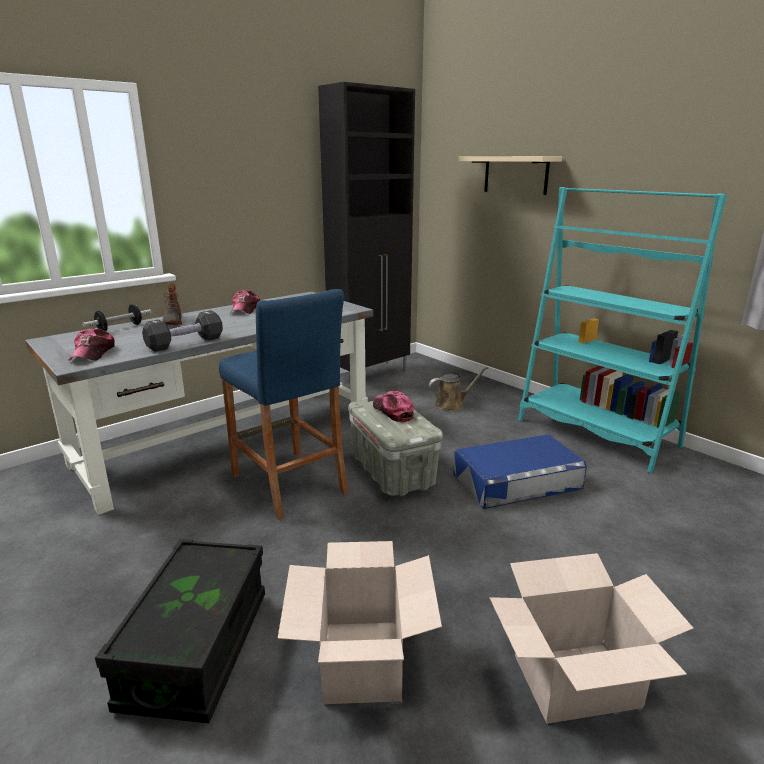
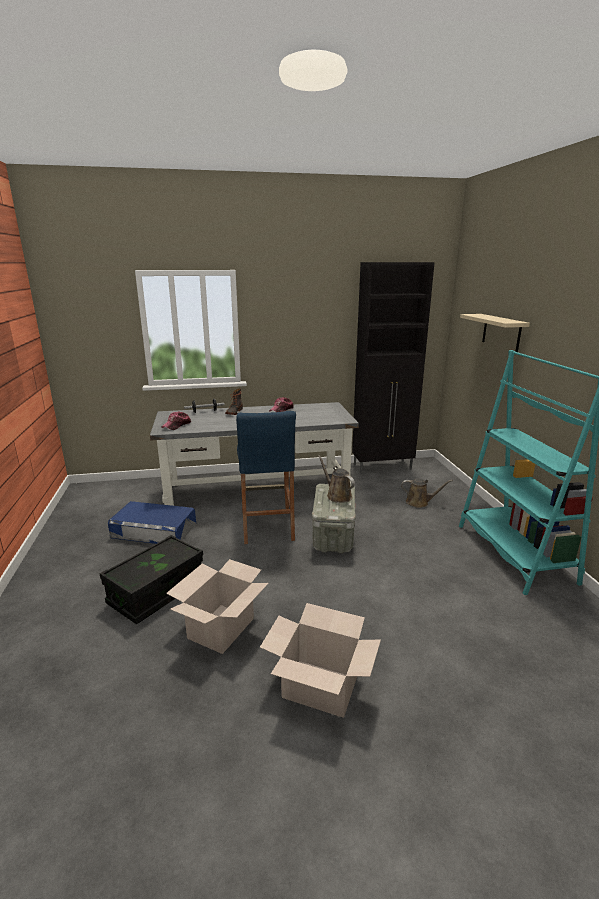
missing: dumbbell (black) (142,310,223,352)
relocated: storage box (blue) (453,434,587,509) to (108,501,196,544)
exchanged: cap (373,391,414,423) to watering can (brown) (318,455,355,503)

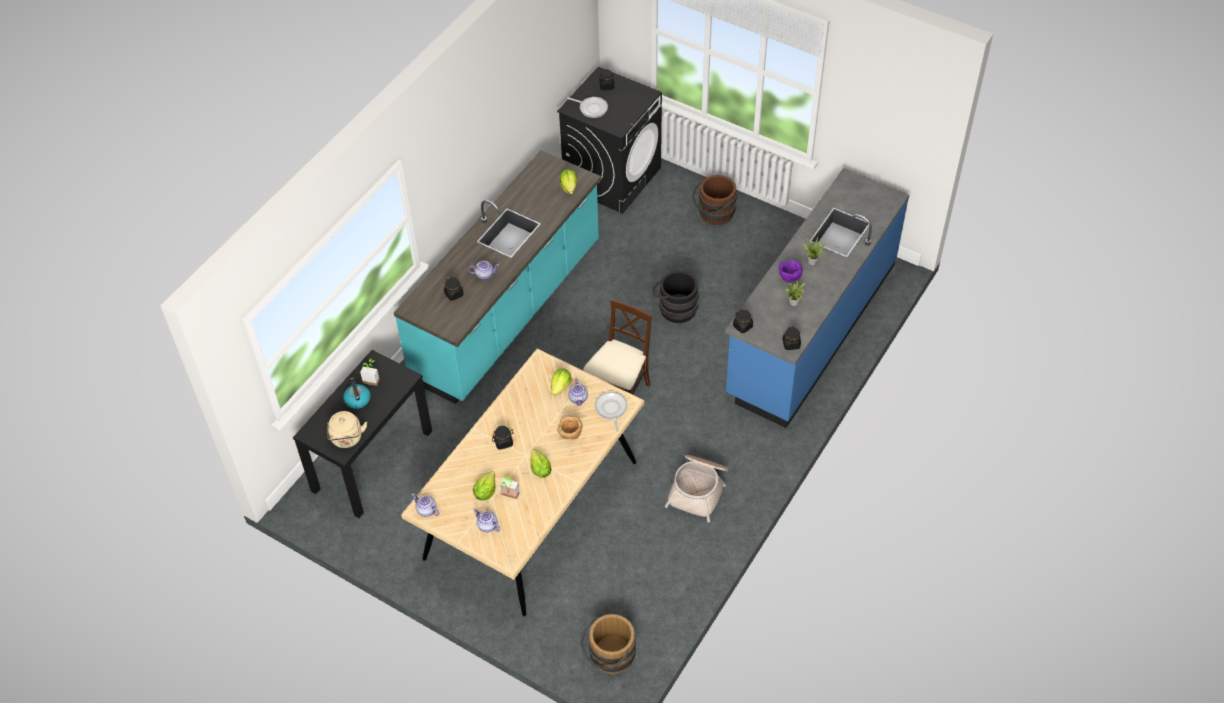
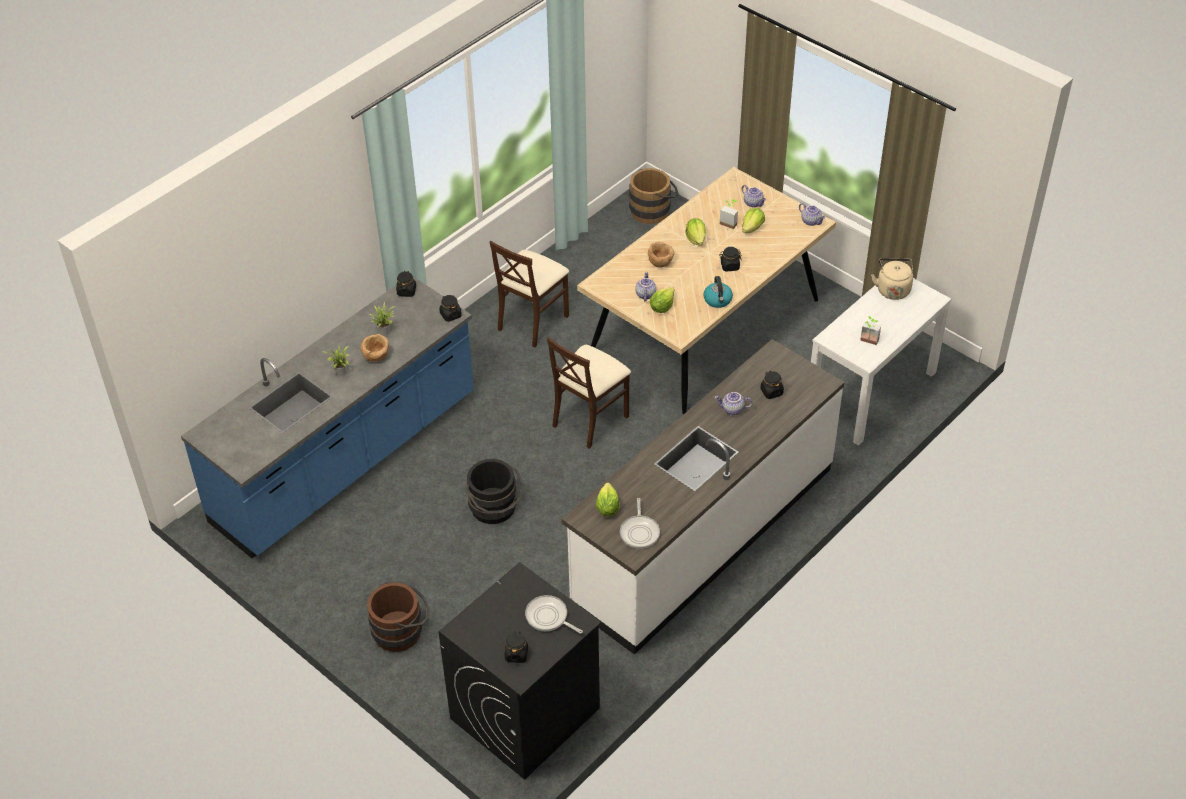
relocated: kettle (343,378,371,409) to (704,276,733,308); frying pan (595,392,627,432) to (620,498,660,549)
exchanged: basket (665,455,728,523) to chair (beige) (489,241,569,347)
colour: counter (turquoise) (394,150,601,404) to counter (white) (561,339,845,655); bowl (purple) (779,260,803,282) to bowl (brown) (360,334,389,362); console table (black) (293,350,432,518) to console table (white) (811,278,951,446)

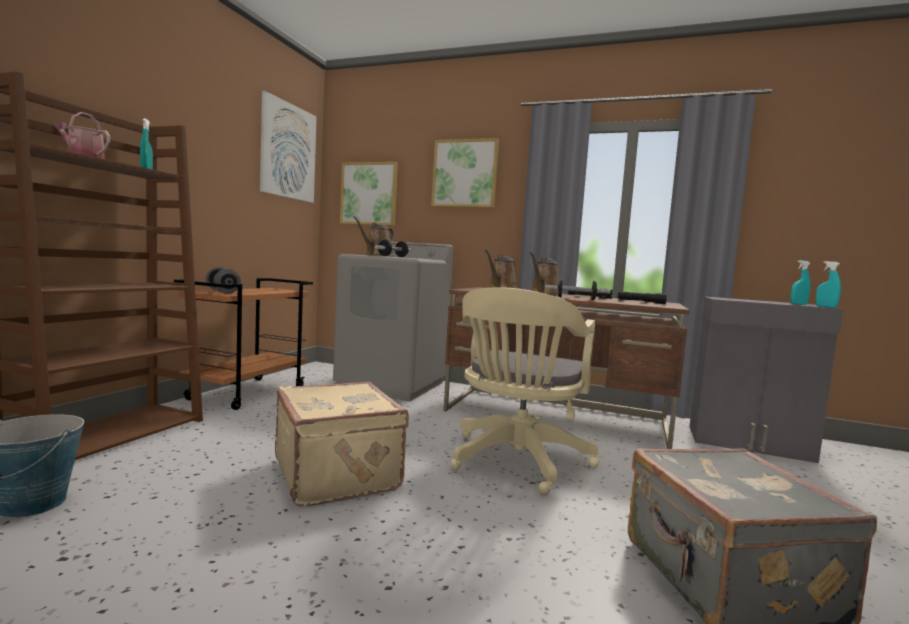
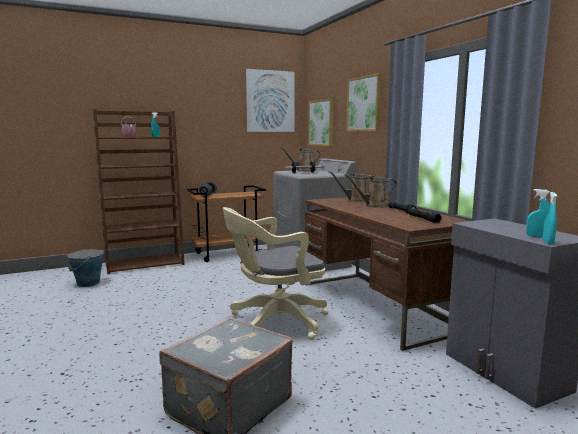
missing: dumbbell (545,278,610,300); suitcase (beige) (275,382,409,506)

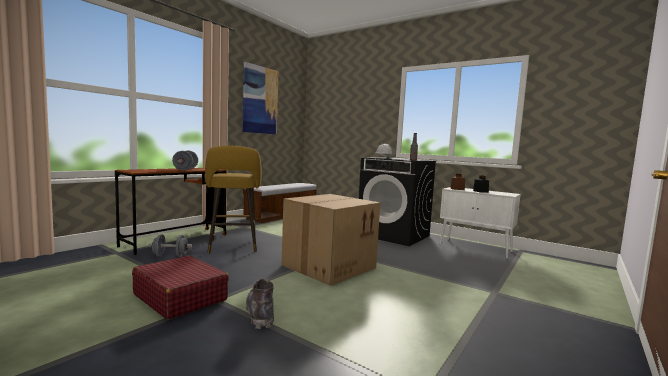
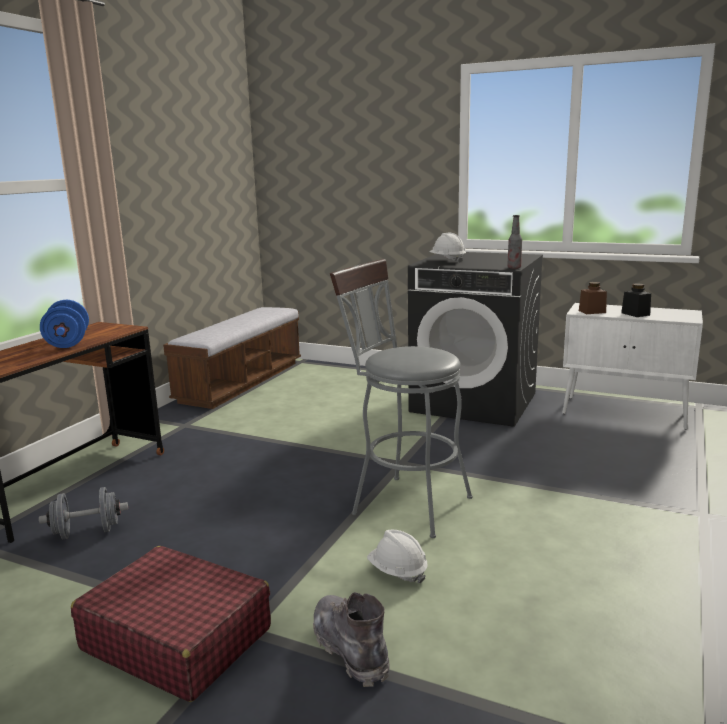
missing: picture (243,62,279,135); stool (yellow) (205,146,262,253)
appeared: hard hat (white) (367,530,428,584)
exchanged: cardboard box (281,194,380,286) to stool (grey) (330,259,473,538)
colour: dumbbell (grey) (172,151,198,171) to dumbbell (blue) (40,300,89,348)

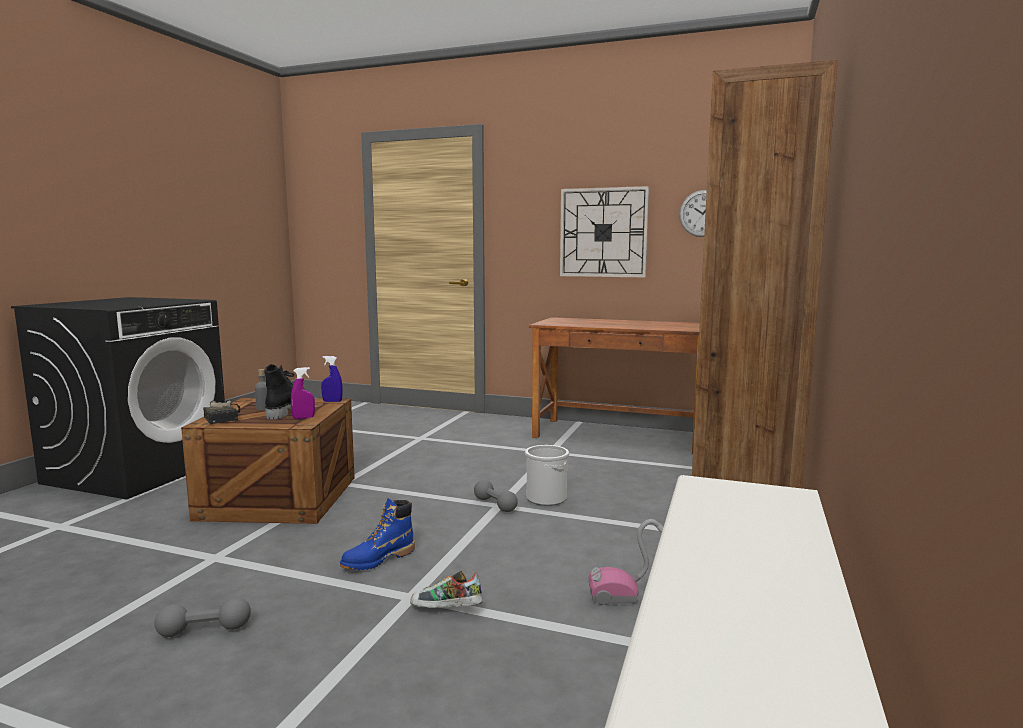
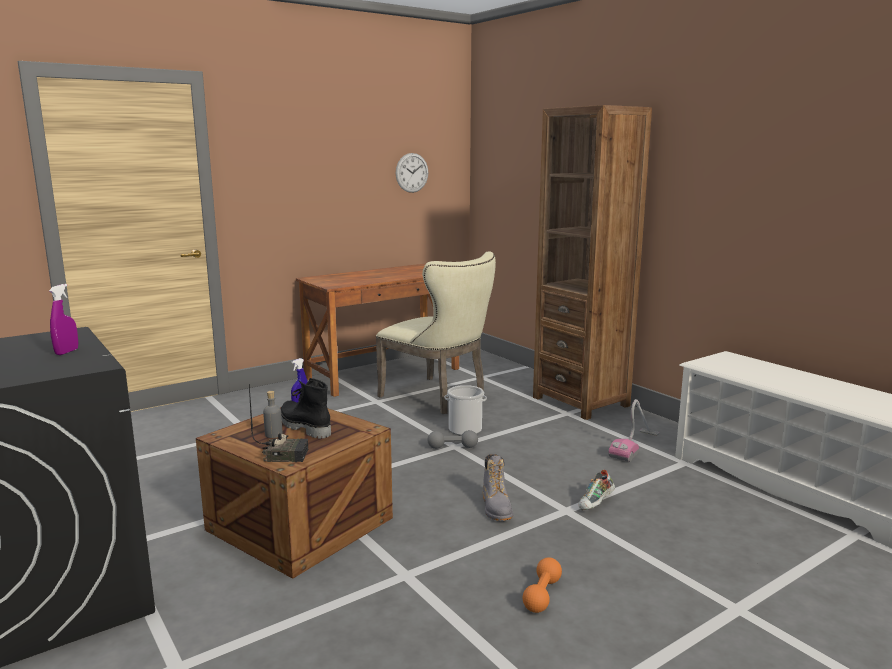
missing: wall clock (560,186,649,277)
appeared: chair (beige) (376,251,496,414)
relocated: spray bottle (purple) (291,367,315,419) to (49,284,78,355)
colour: boot (blue) (340,498,415,570) to boot (grey) (483,454,513,521); dumbbell (grey) (154,598,251,637) to dumbbell (orange) (523,557,562,613)

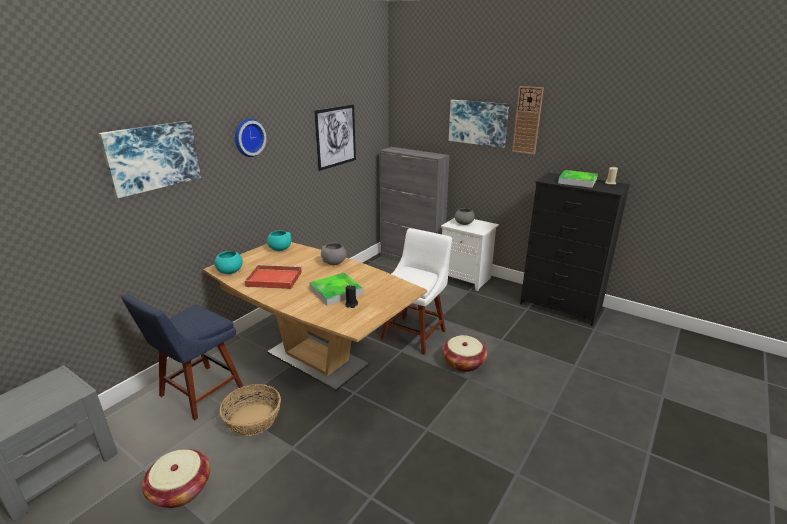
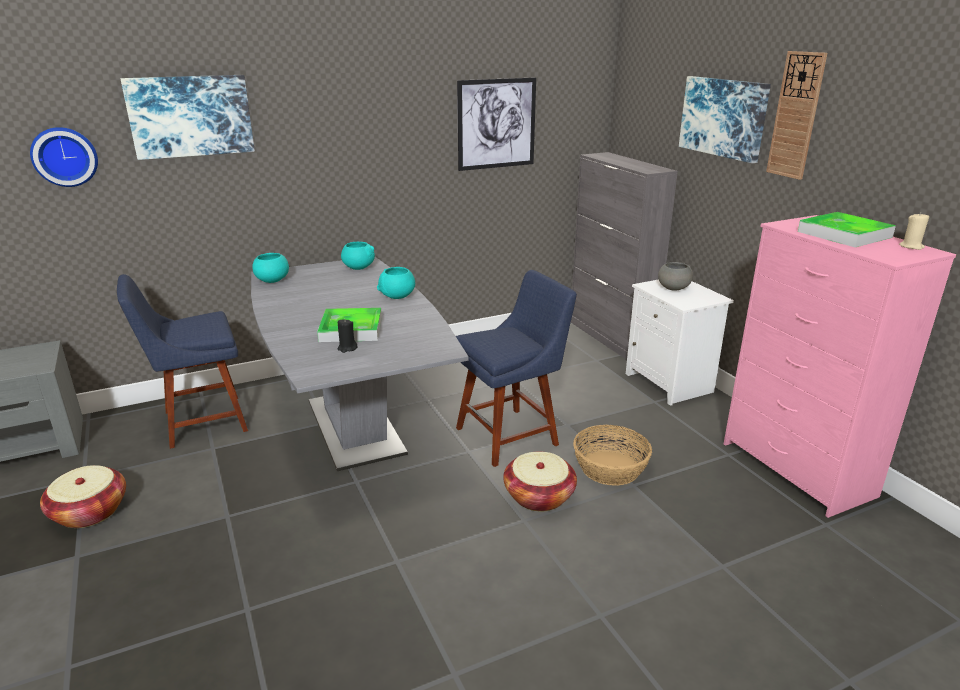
missing: tray (red) (245,264,302,289)
relocated: wall clock (235,119,266,157) to (30,127,98,187); basket (219,384,281,436) to (573,425,652,486)
colour: dresser (black) (520,173,630,326) to dresser (pink) (724,215,957,518); chair (white) (380,228,452,355) to chair (blue) (456,270,577,467); dining table (brown) (203,242,427,391) to dining table (grey) (251,257,468,471); bowl (grey) (321,243,346,265) to bowl (turquoise) (377,267,415,299)

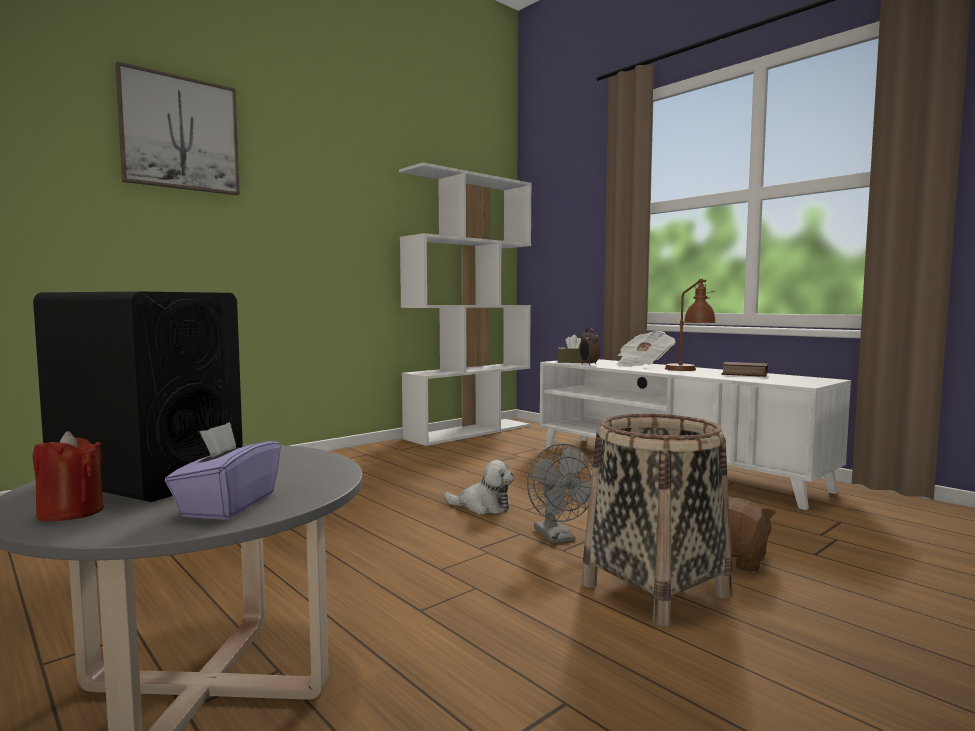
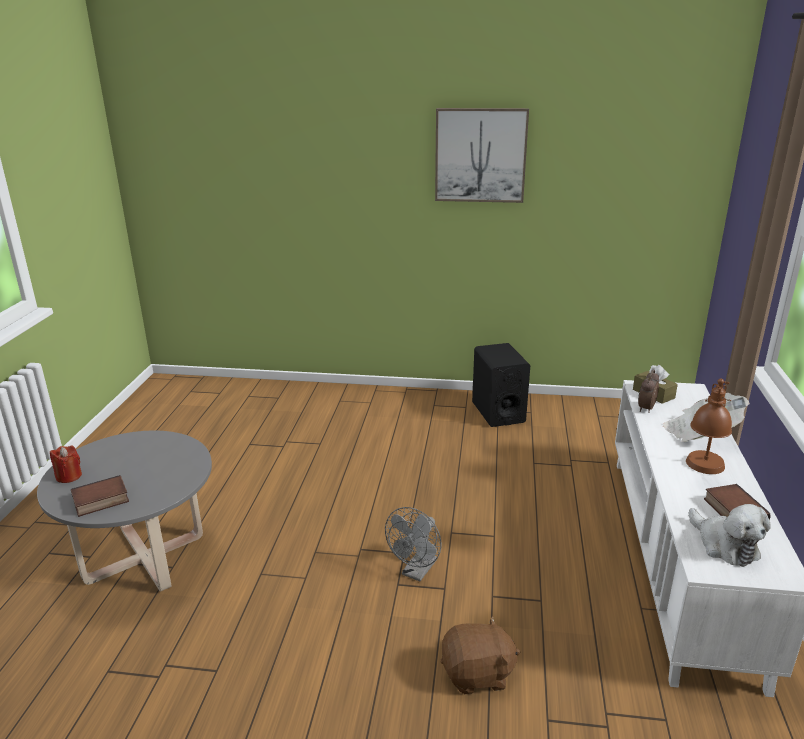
missing: bookcase (white) (399,162,532,446); basket (581,414,732,627)
relocated: picture (115,61,240,195) to (435,108,529,203); speaker (black) (33,292,243,502) to (472,343,530,427); plush toy (444,460,514,514) to (689,504,771,567)
exchanged: tissue box (purple) (165,422,281,520) to book (71,475,129,517)

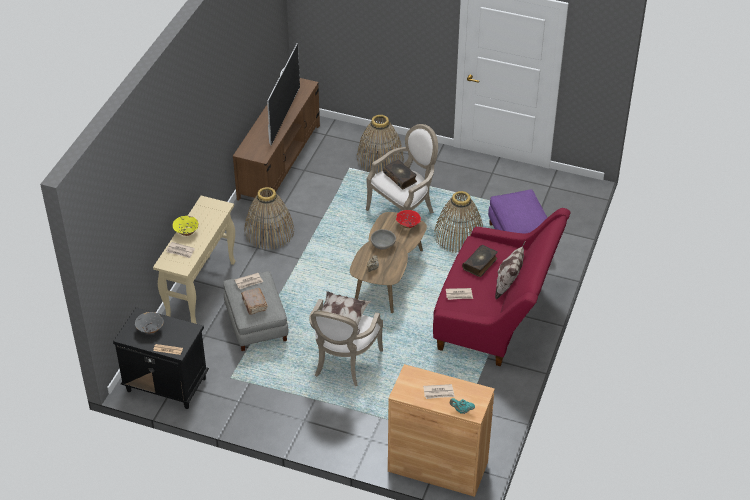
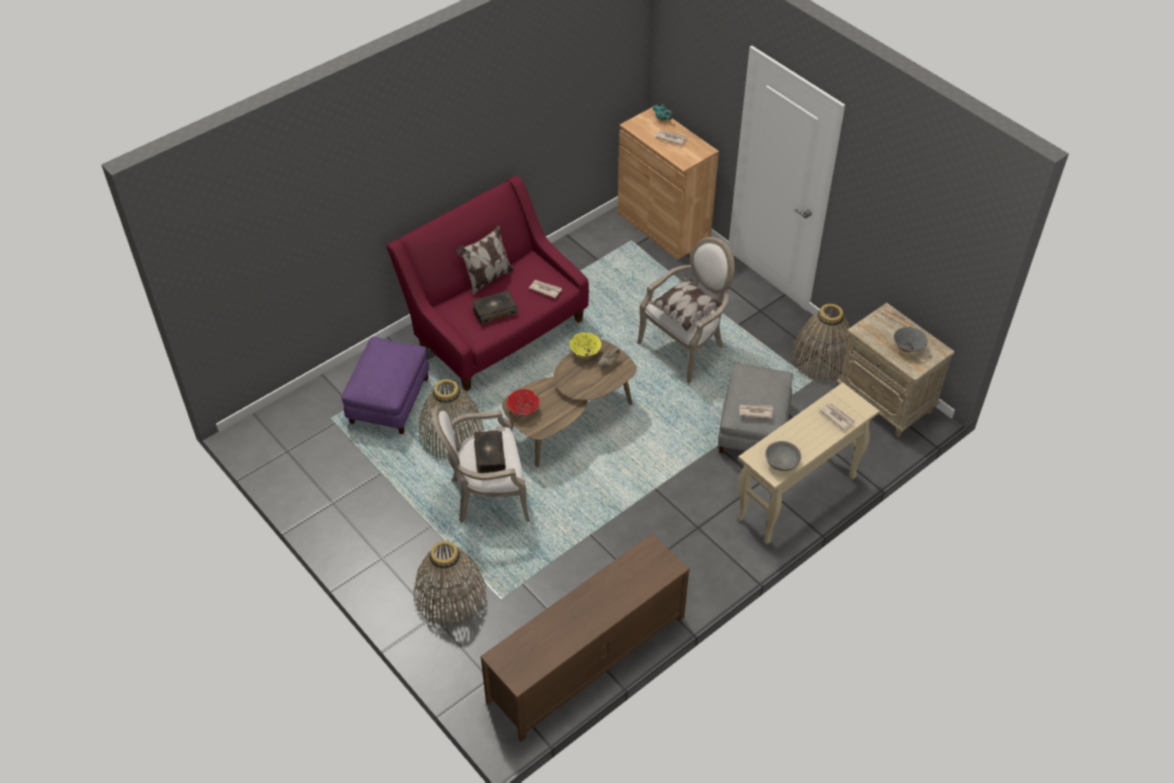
missing: television (267,43,300,145); book (brown) (241,288,268,315)
relocated: basket (244,187,294,250) to (791,304,850,382); bowl (yellow) (172,216,199,236) to (569,332,601,357); bowl (grey) (371,229,396,250) to (765,441,801,471)
colour: nightstand (black) (113,308,209,409) to nightstand (beige) (836,303,955,437)

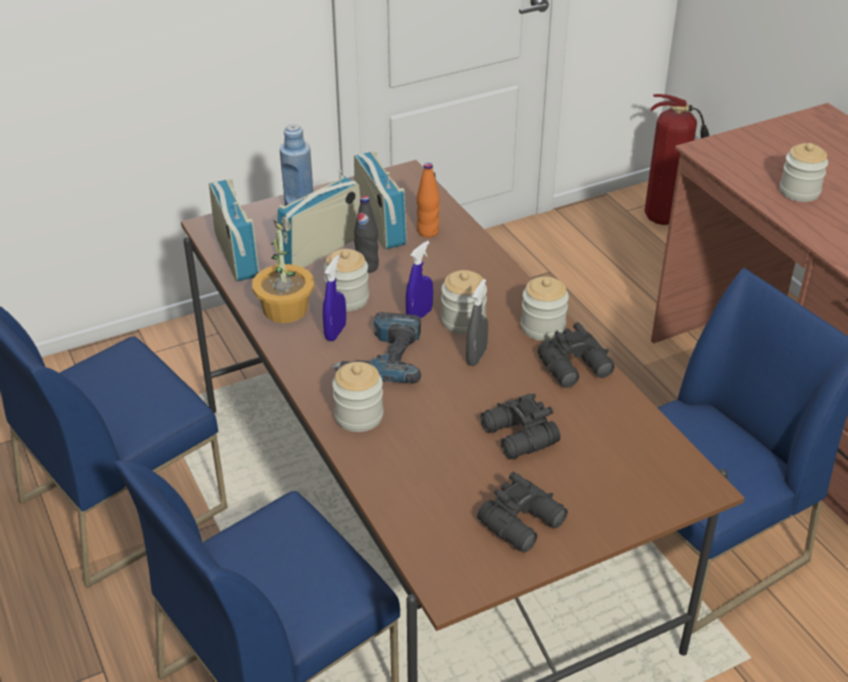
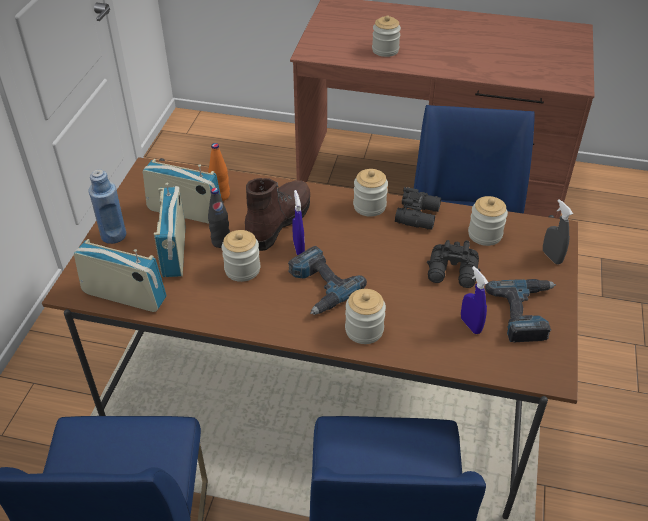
missing: fire extinguisher (645,94,709,225); potted plant (252,220,314,323)
appeared: boot (brown) (245,178,310,251)
relocated: spray bottle (blue) (323,256,346,341) to (461,266,488,334); jar (441,270,487,334) to (468,196,508,246); spray bottle (grey) (466,279,488,366) to (543,199,573,264)
exchanged: binoculars (black) (477,472,568,553) to power drill (485,279,556,342)

